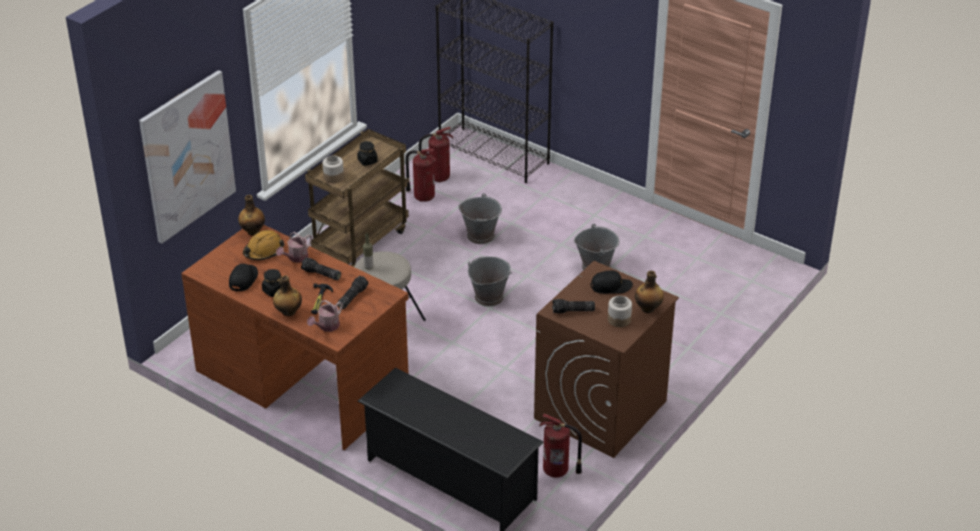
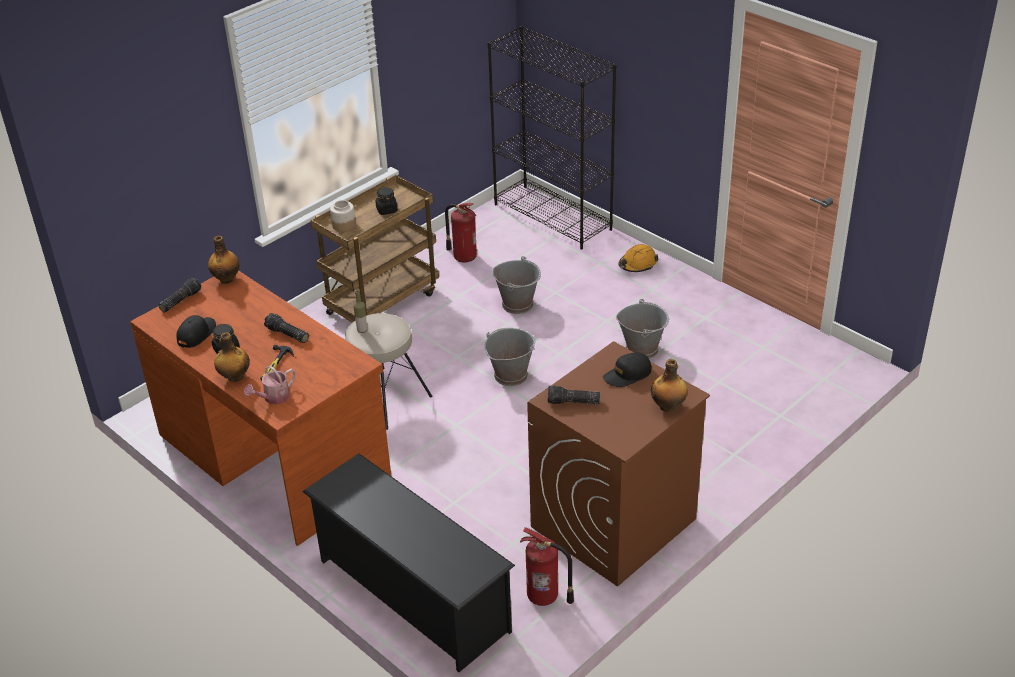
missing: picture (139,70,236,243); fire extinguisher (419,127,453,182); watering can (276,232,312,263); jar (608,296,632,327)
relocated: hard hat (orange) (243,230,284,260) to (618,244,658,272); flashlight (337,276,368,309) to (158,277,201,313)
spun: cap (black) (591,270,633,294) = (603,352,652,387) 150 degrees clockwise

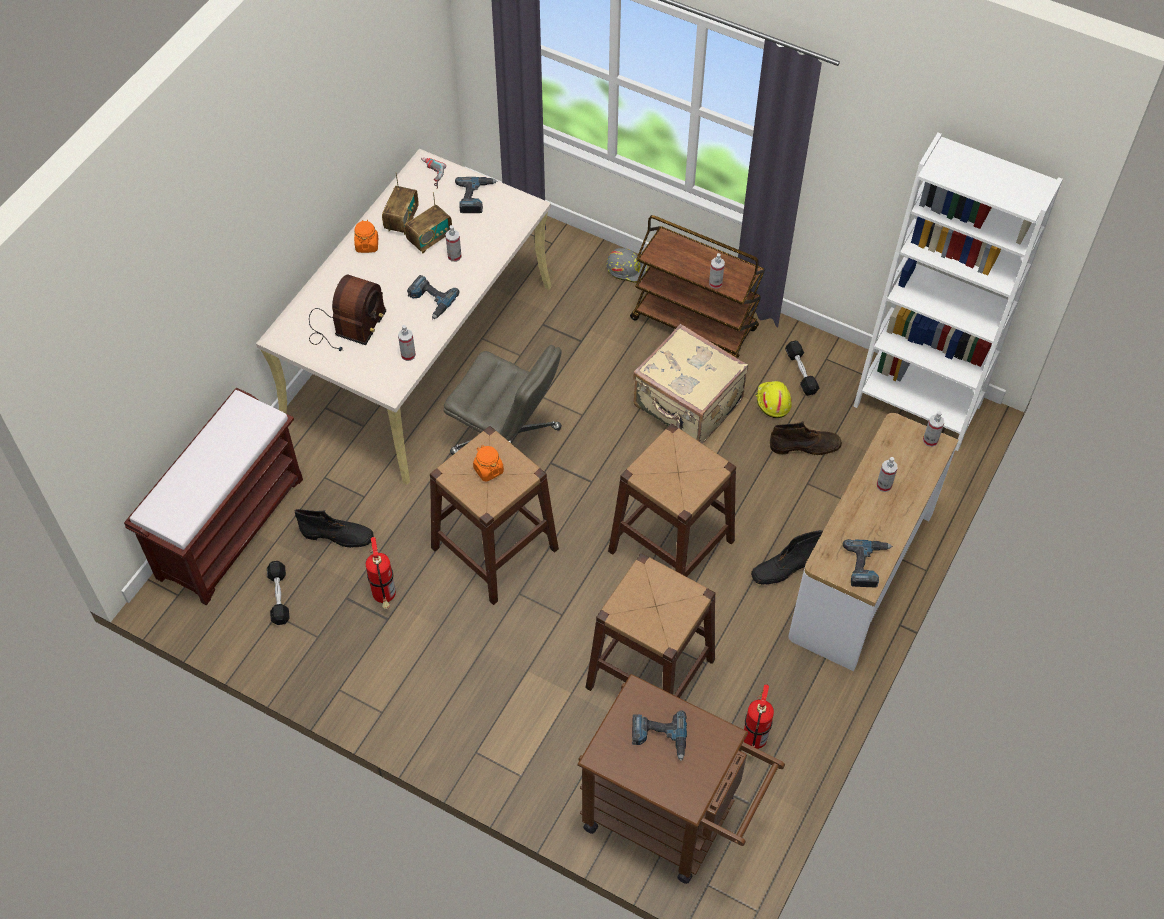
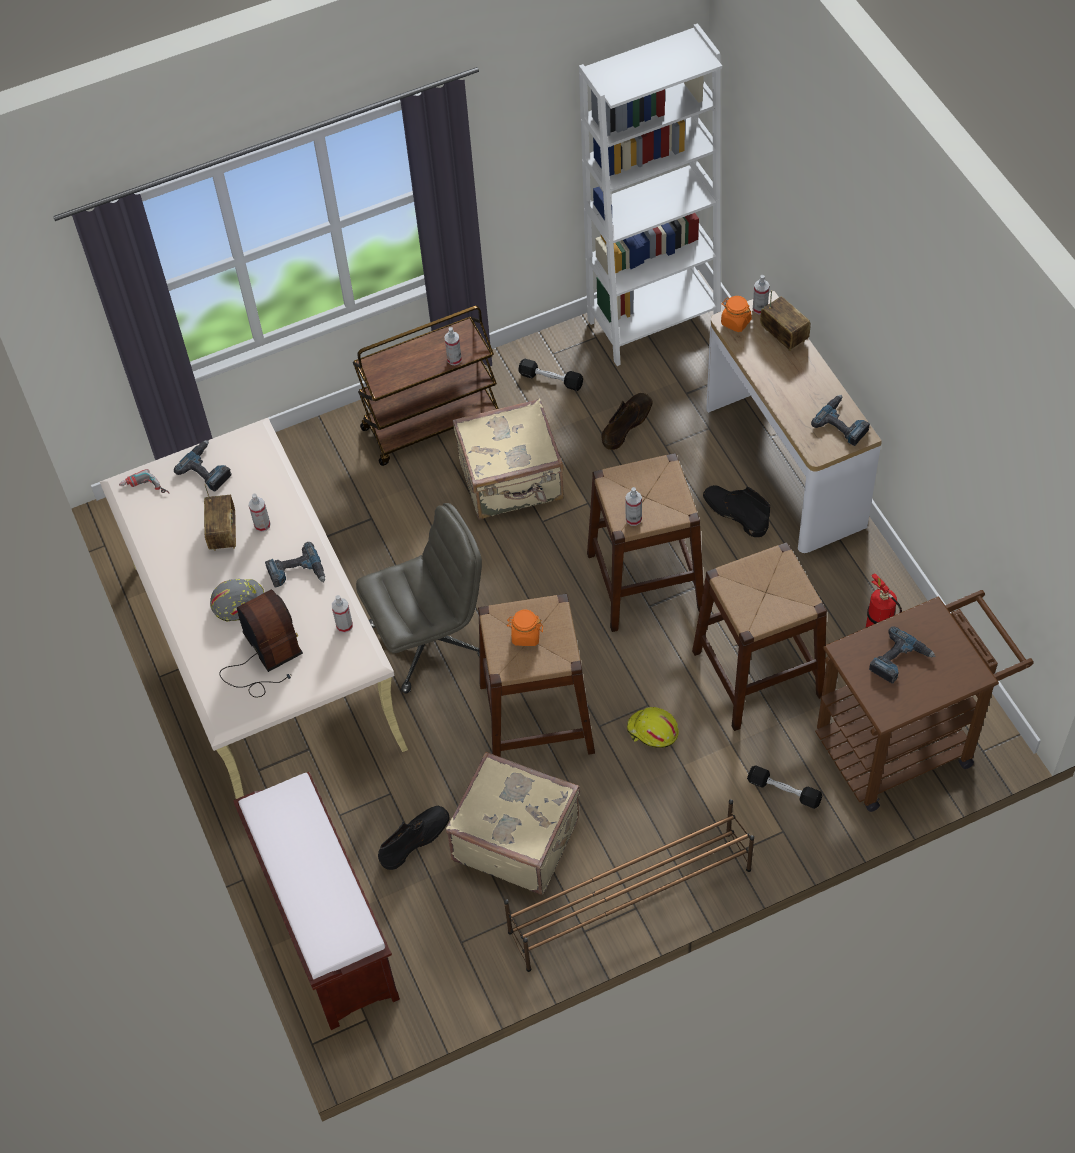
appeared: shoe rack (brown) (504,799,754,972)
relocated: radio (382,172,419,235) to (760,290,811,351); jar (orange) (354,220,378,253) to (721,296,752,332); hard hat (grey) (606,248,647,283) to (210,579,264,621); hard hat (yellow) (755,381,792,418) to (627,707,679,748); spray bottle (877,457,898,492) to (625,487,642,526); dumbbell (black) (267,561,290,625) to (747,766,822,809)
exchanged: fire extinguisher (366,537,396,609) to suitcase (beige) (446,751,580,895)
spun: boot (black) (751,530,823,585) = (703,485,770,537) 120 degrees clockwise

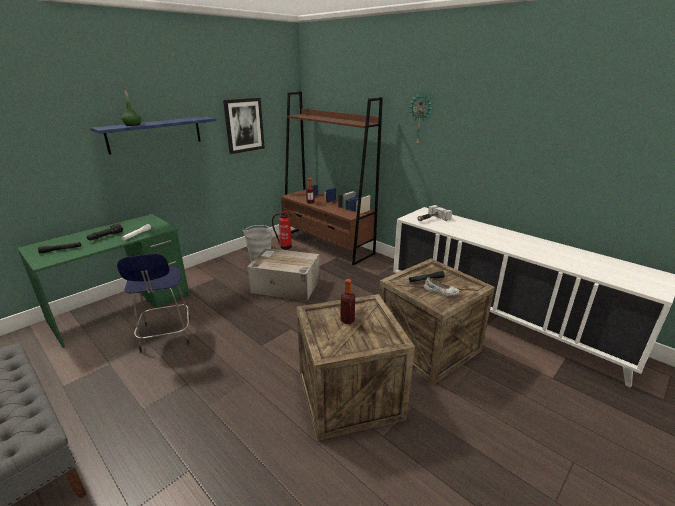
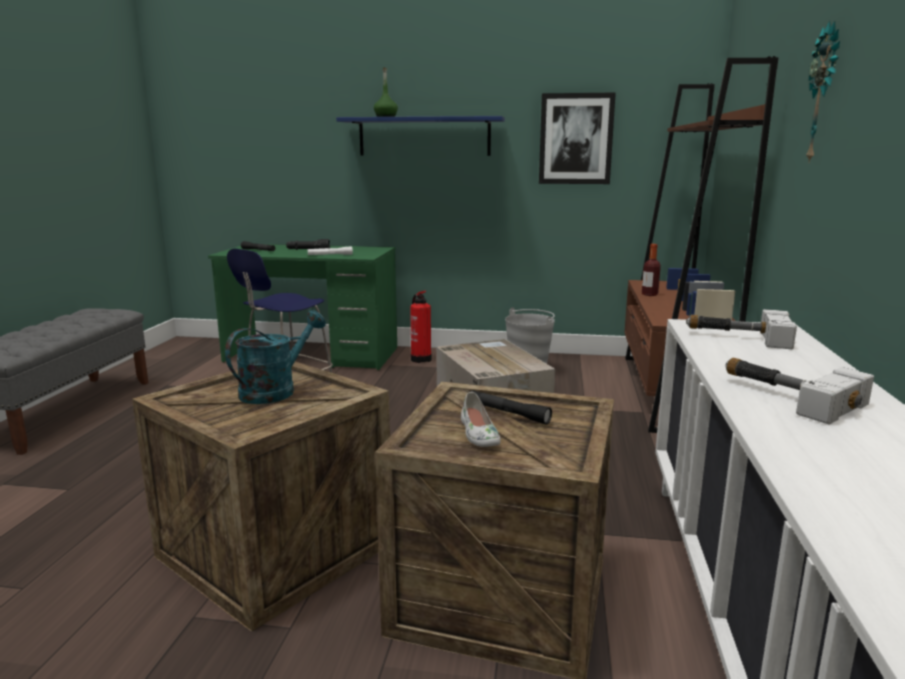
appeared: hammer (725,358,874,424)
relocated: fire extinguisher (272,210,292,250) to (410,291,432,363)
exchanged: bottle (341,279,355,324) to watering can (turquoise) (225,310,326,404)

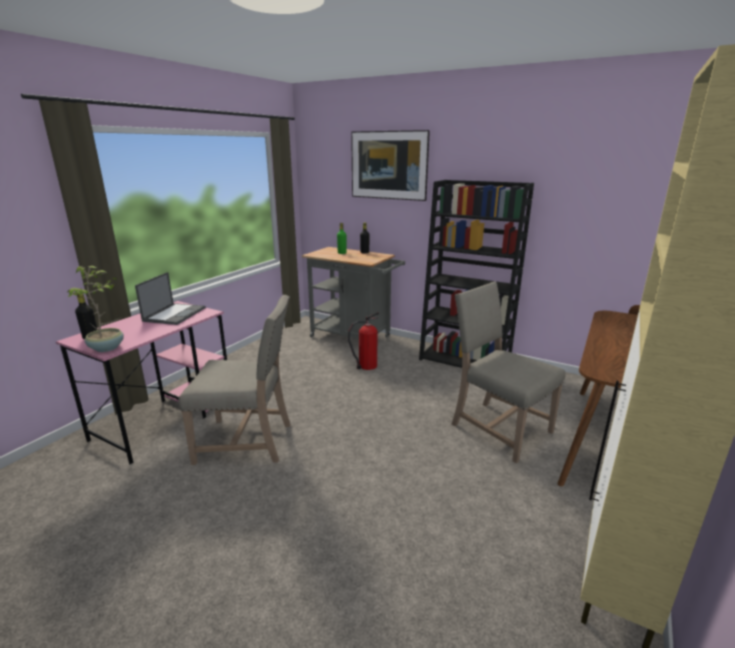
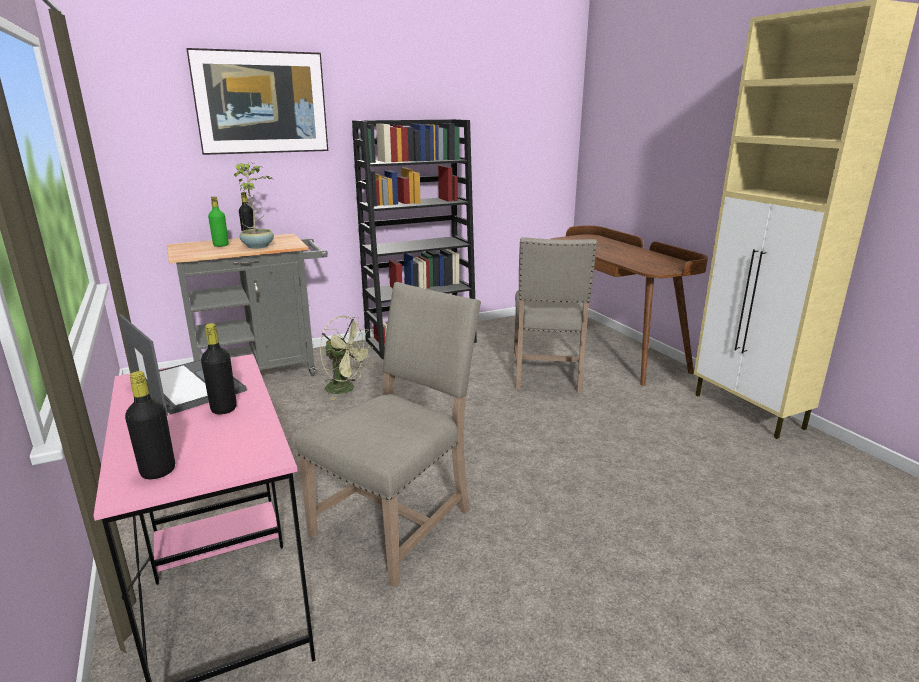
appeared: bottle (black) (201,323,237,415)
relocated: potted plant (66,266,124,352) to (234,162,274,249)
exchanged: fire extinguisher (348,313,379,370) to fan (green) (320,316,373,400)
spun: chair (beige) (452,281,566,464) = (514,237,597,393) 75 degrees counterclockwise

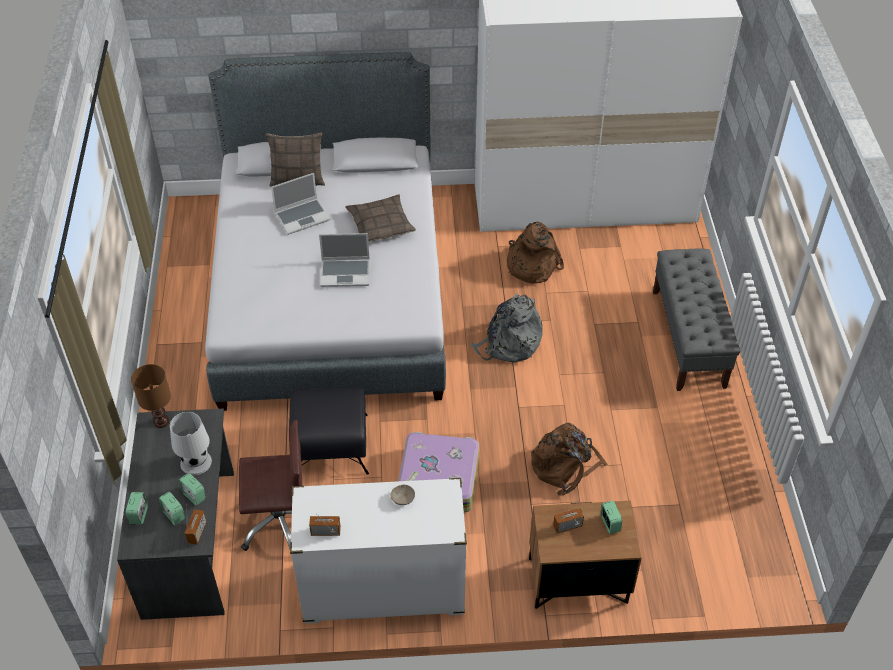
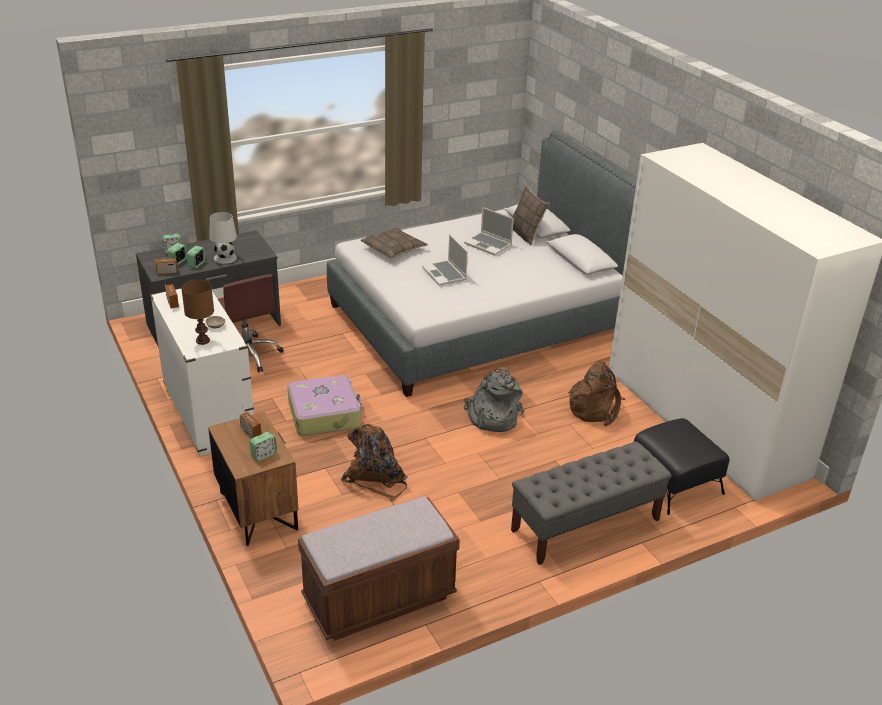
appeared: bench (brown) (298,497,460,641)
relocated: pillow (345,194,416,242) to (361,227,428,258); table lamp (brown) (131,364,171,428) to (181,280,214,345); ottoman (black) (289,387,369,475) to (634,418,730,515)

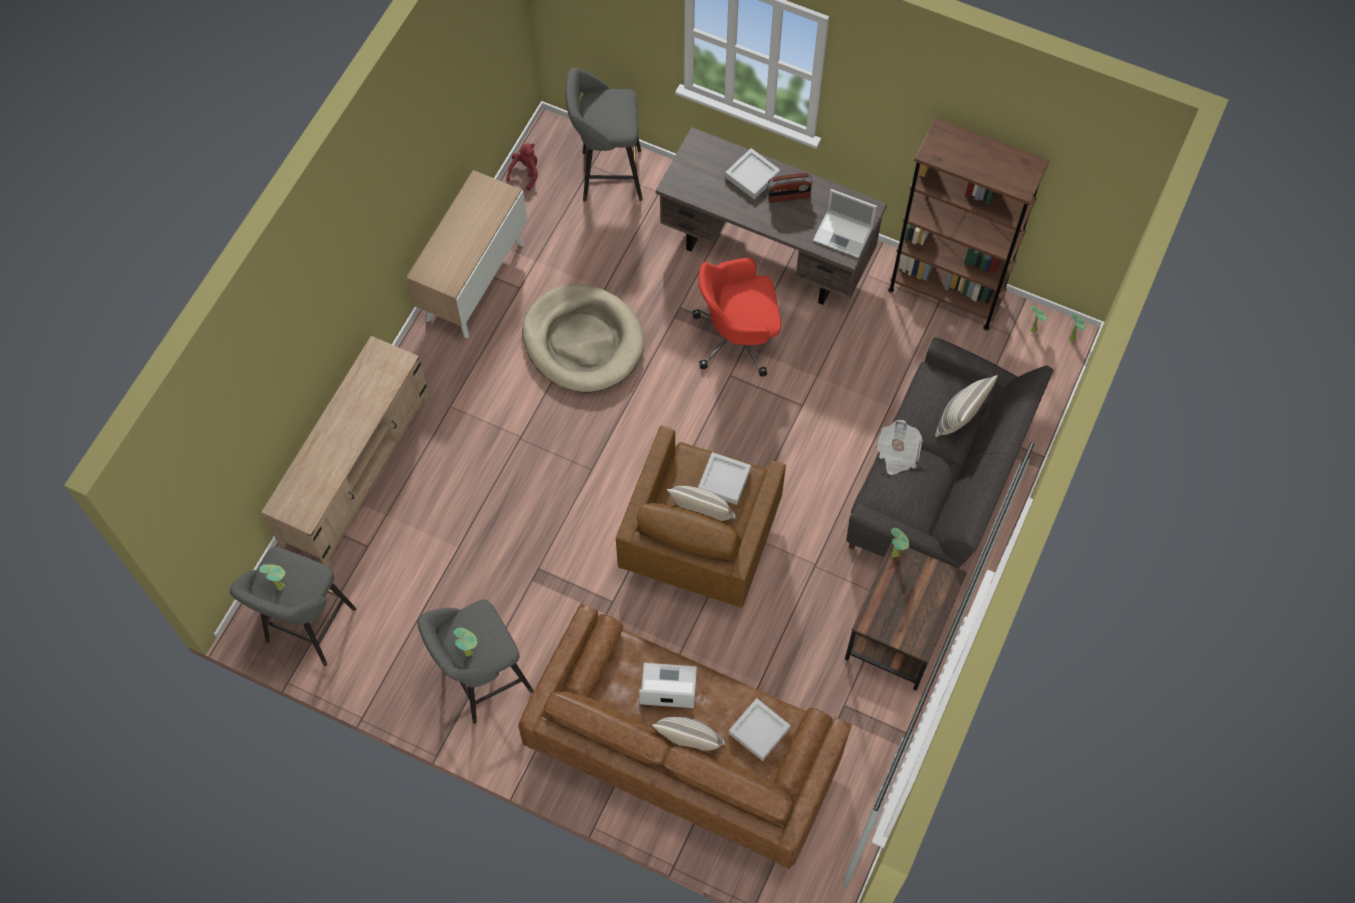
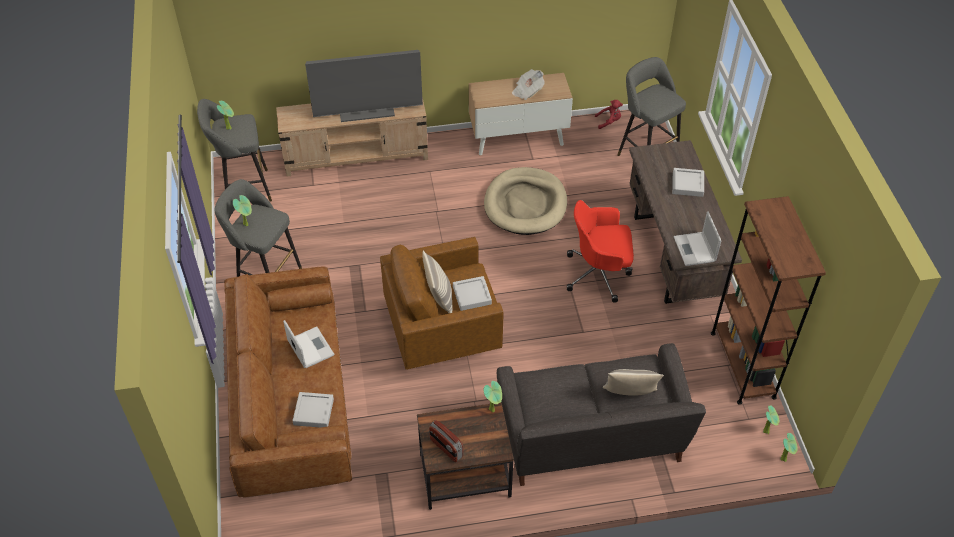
missing: pillow (652,717,726,751)
appeared: television (305,50,423,122)
relocated: radio (767,173,813,203) to (429,420,463,462); newspaper (876,420,923,475) to (512,70,545,100)
spun: office chair (red) (692,258,781,376) = (567,200,634,303) 45 degrees counterclockwise

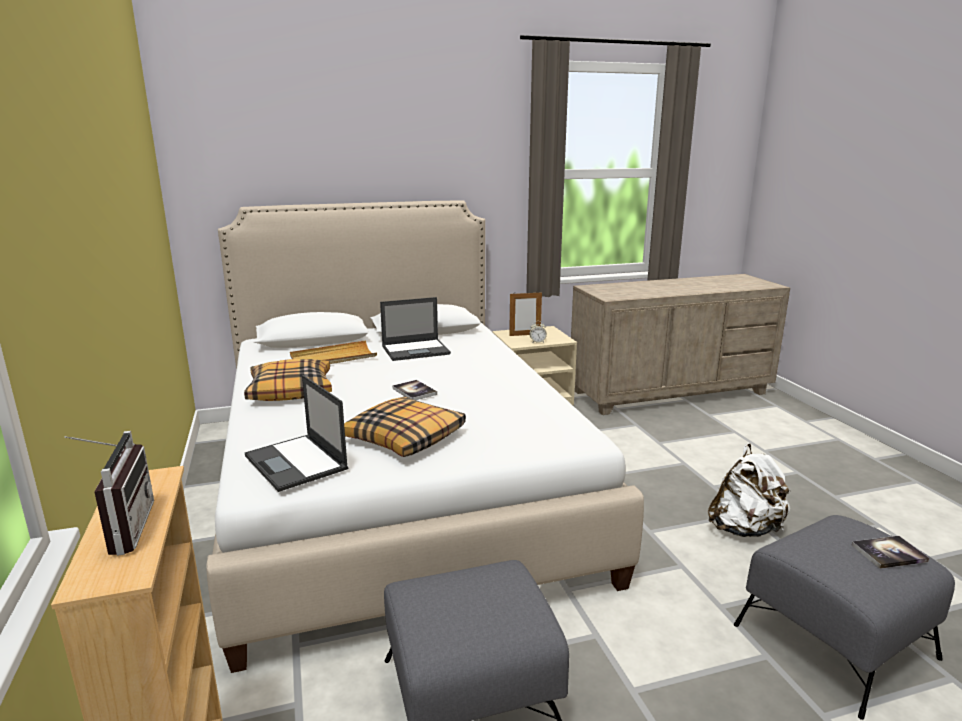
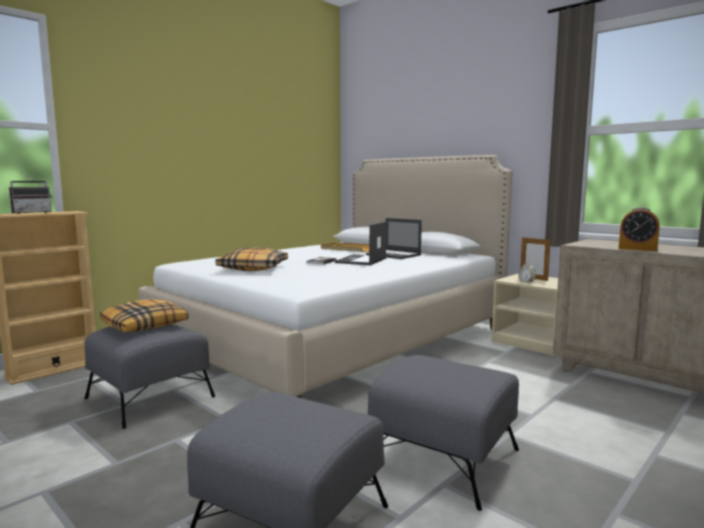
missing: book (852,536,929,569)
appeared: alarm clock (619,207,660,251)
relocated: pillow (244,359,332,401) to (100,299,188,332); laptop (245,375,348,492) to (335,221,386,265)
exchanged: backpack (white) (708,443,791,537) to ottoman (grey) (368,355,519,511)

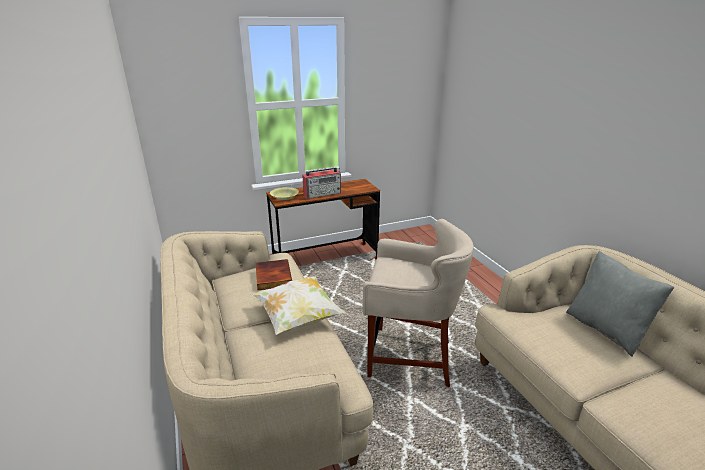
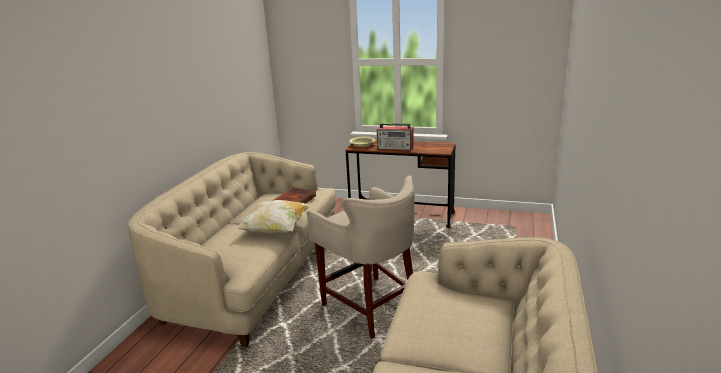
missing: pillow (grey) (566,251,674,357)

